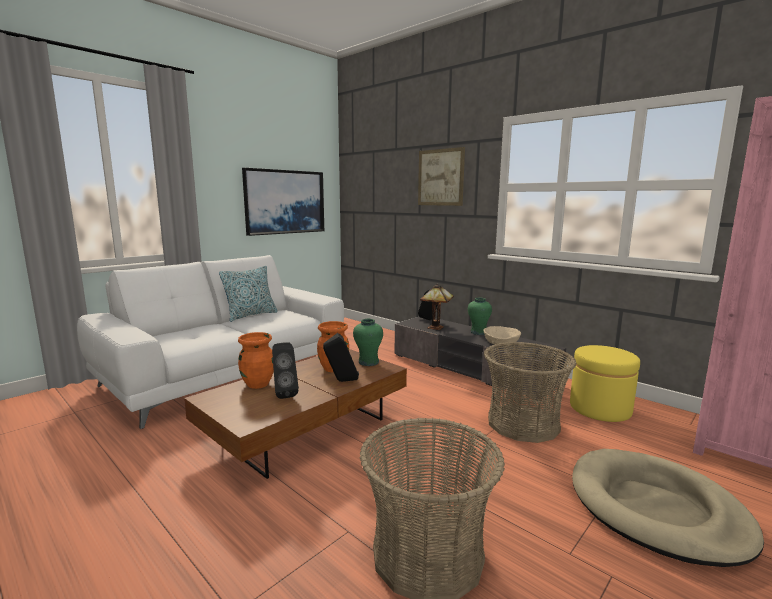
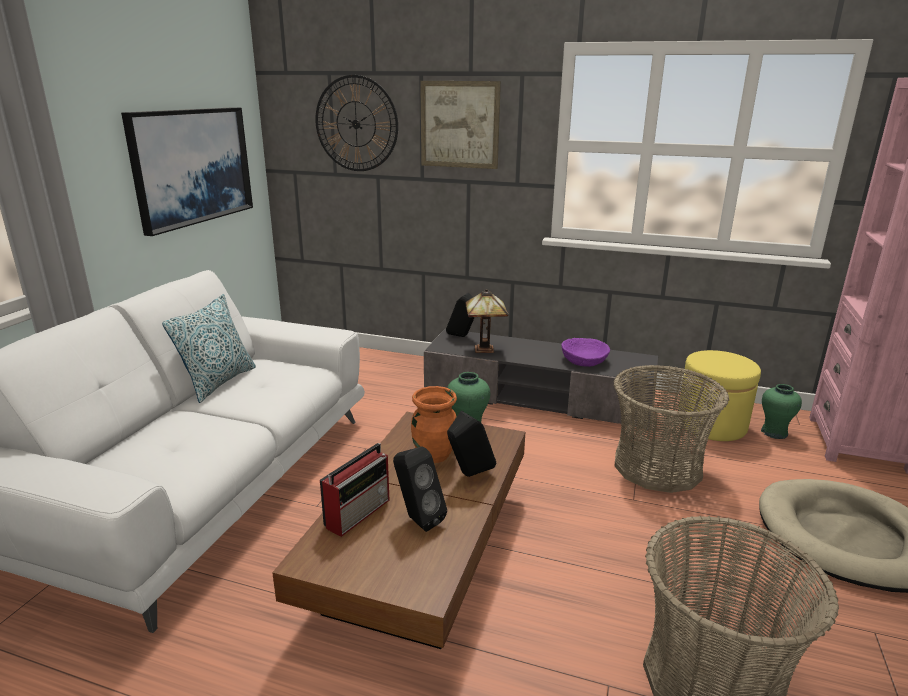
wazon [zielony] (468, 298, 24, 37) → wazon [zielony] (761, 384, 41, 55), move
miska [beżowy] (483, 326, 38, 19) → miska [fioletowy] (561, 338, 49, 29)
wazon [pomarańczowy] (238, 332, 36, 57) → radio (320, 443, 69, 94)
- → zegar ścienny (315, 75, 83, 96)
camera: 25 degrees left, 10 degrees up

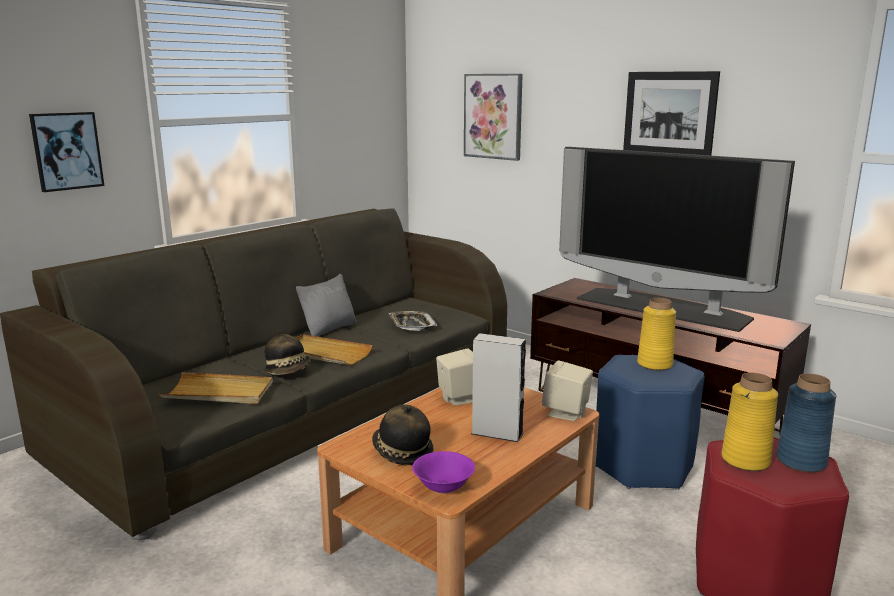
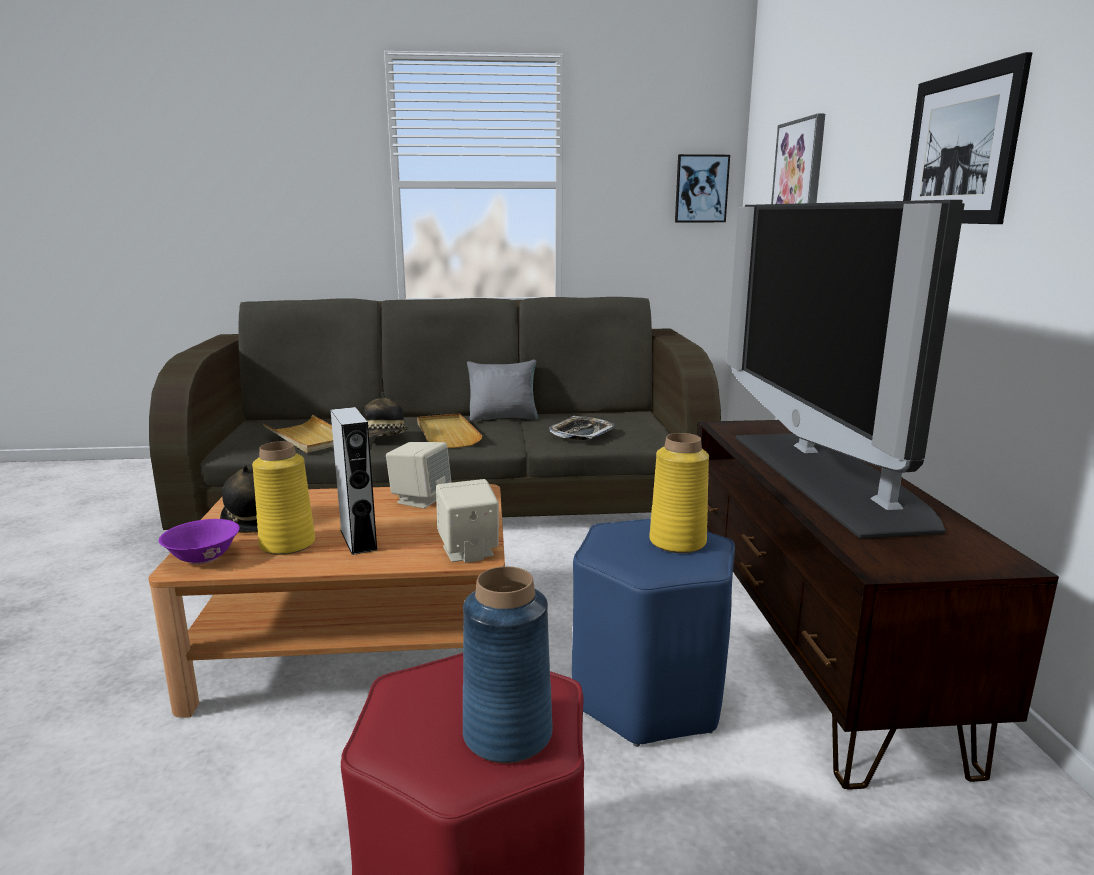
obraz (29, 112, 76, 80) → obraz (675, 154, 55, 68), move
wazon [żółty] (721, 373, 57, 98) → wazon [żółty] (252, 441, 63, 114), move
camera: 45 degrees right, 0 degrees up

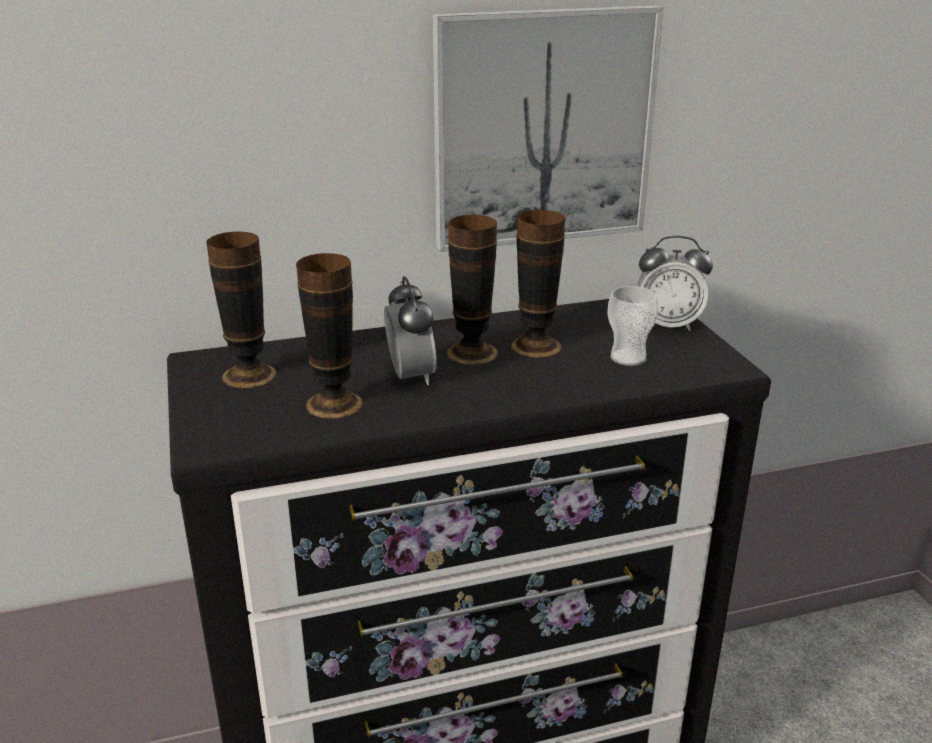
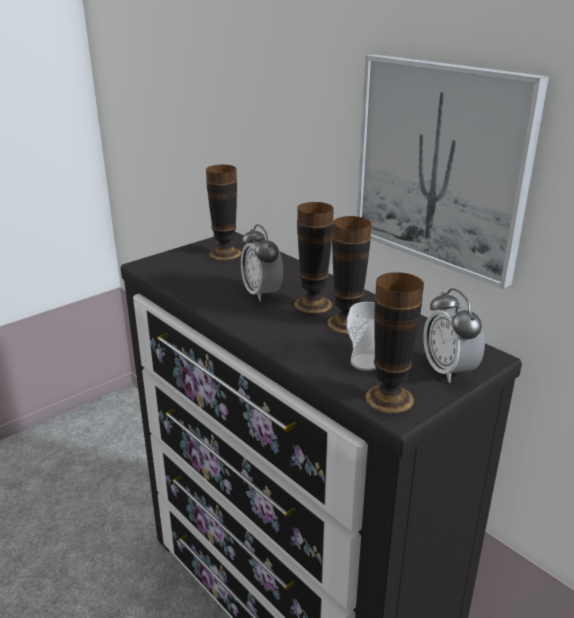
wazon (296, 253, 67, 166) → wazon (365, 272, 59, 141), move
budzik (384, 276, 53, 109) → budzik (241, 224, 42, 77), 105 degrees clockwise
camera: 65 degrees right, 0 degrees up

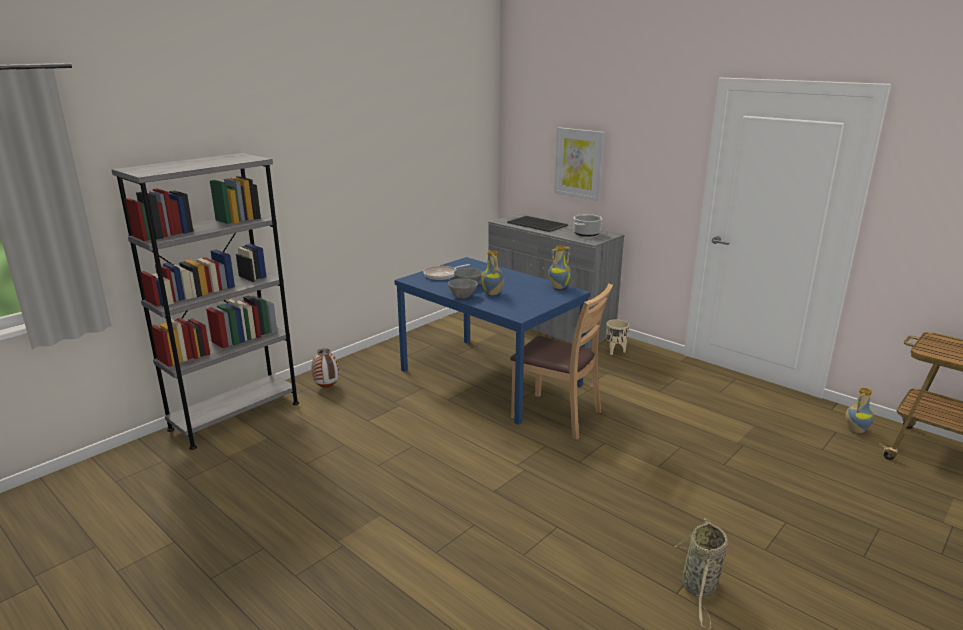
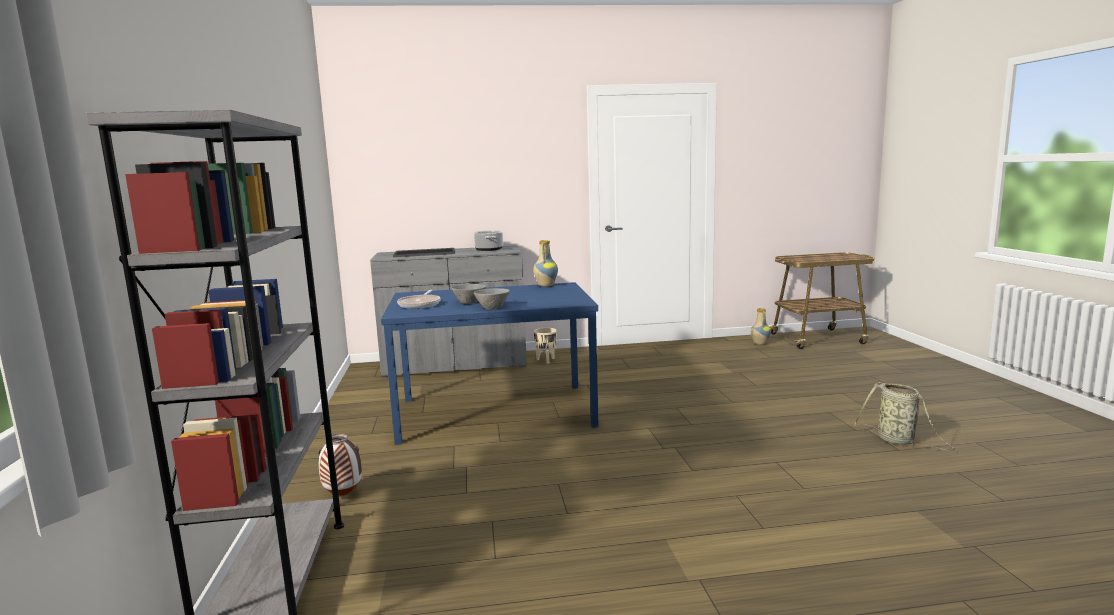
obraz (554, 127, 51, 74) → -
wazon (481, 250, 23, 45) → -
krzesło [brązowy] (510, 283, 103, 157) → -
camera: 50 degrees left, 10 degrees down

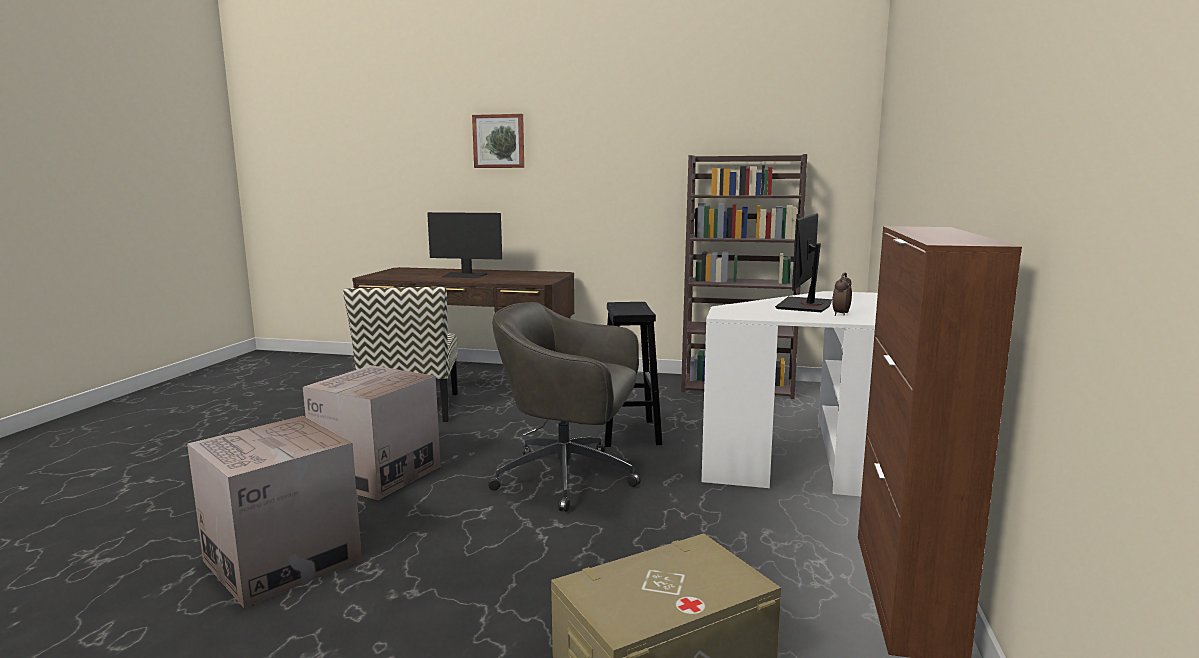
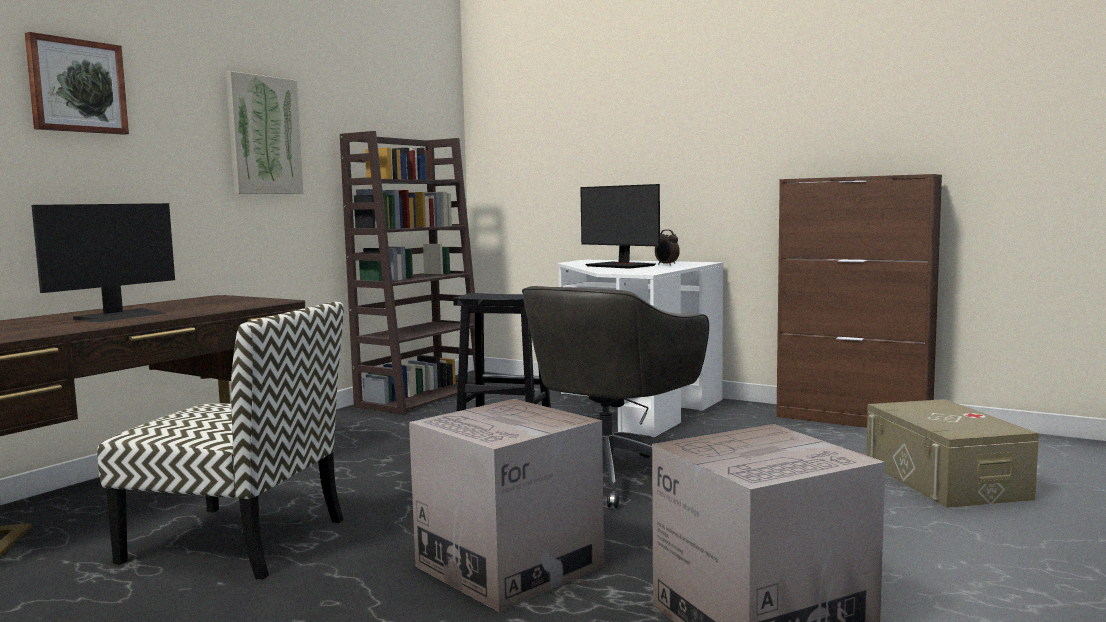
- → obraz (226, 71, 78, 123)
camera: 70 degrees left, 5 degrees down

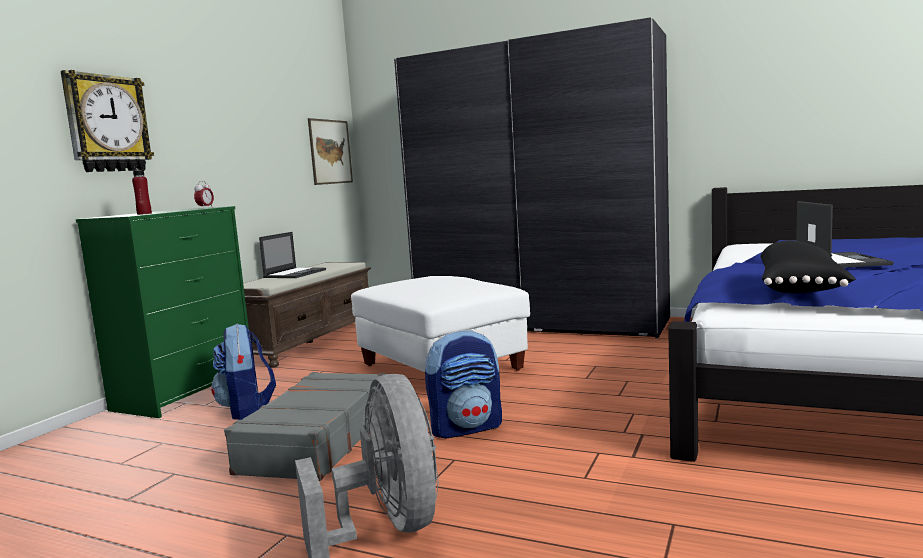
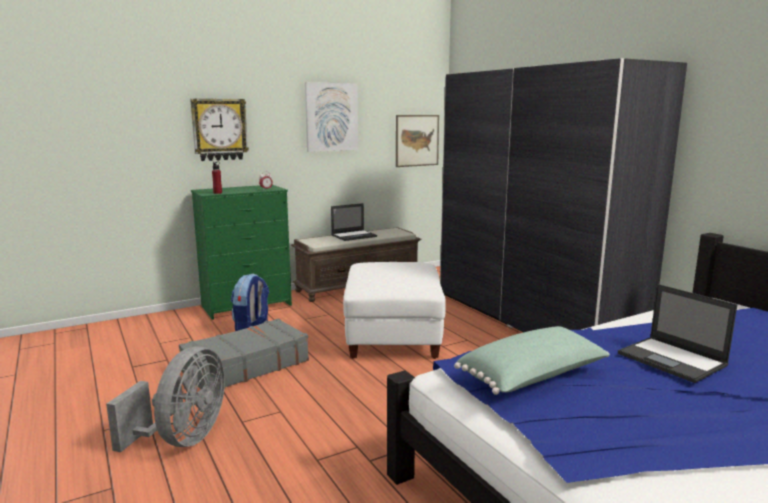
laptop (796, 201, 97, 67) → laptop (618, 284, 120, 99), 105 degrees clockwise
poduszka [czarny] (760, 240, 96, 53) → poduszka [zielony] (454, 326, 156, 69)
plecak (425, 329, 77, 109) → -
- → obraz (305, 82, 53, 70)
camera: 35 degrees right, 5 degrees up

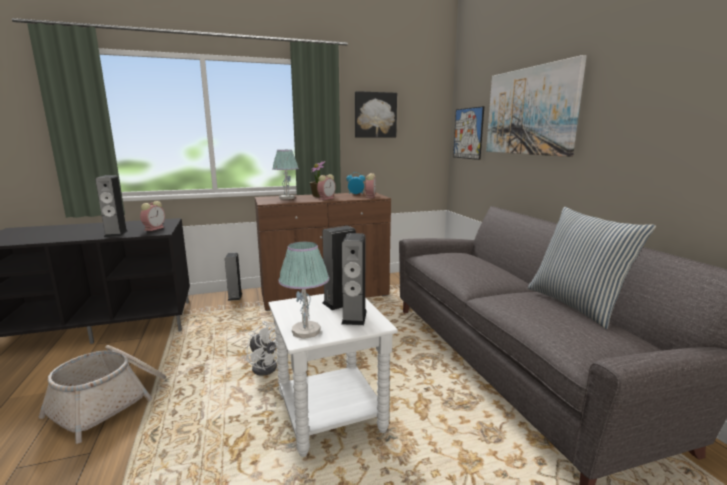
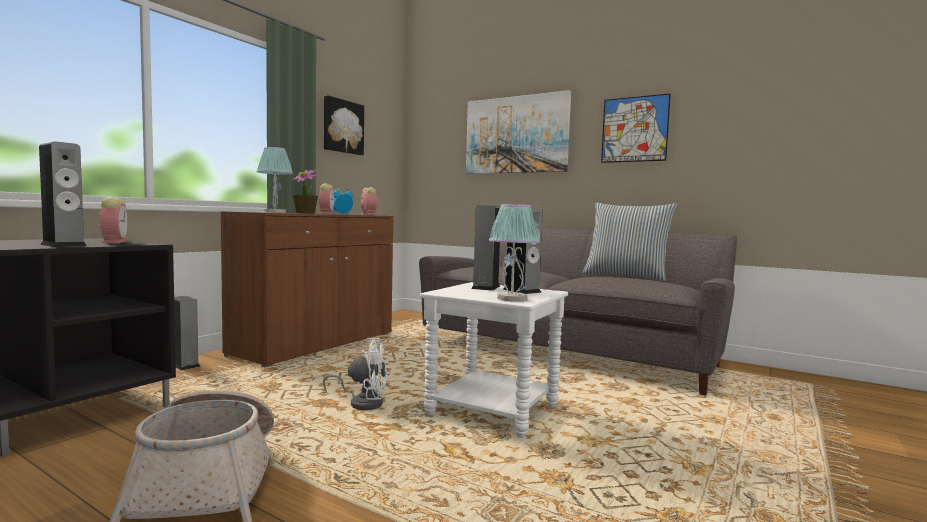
obraz (453, 106, 31, 54) → obraz (601, 93, 70, 70), move
camera: 40 degrees left, 10 degrees down

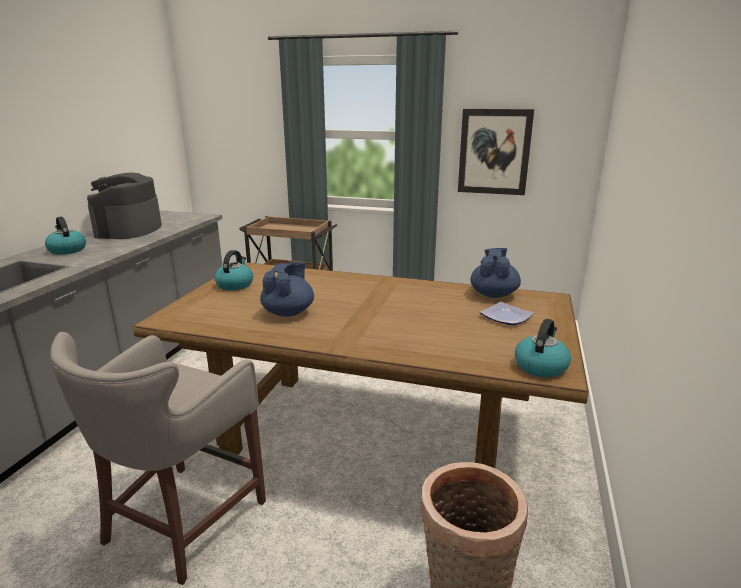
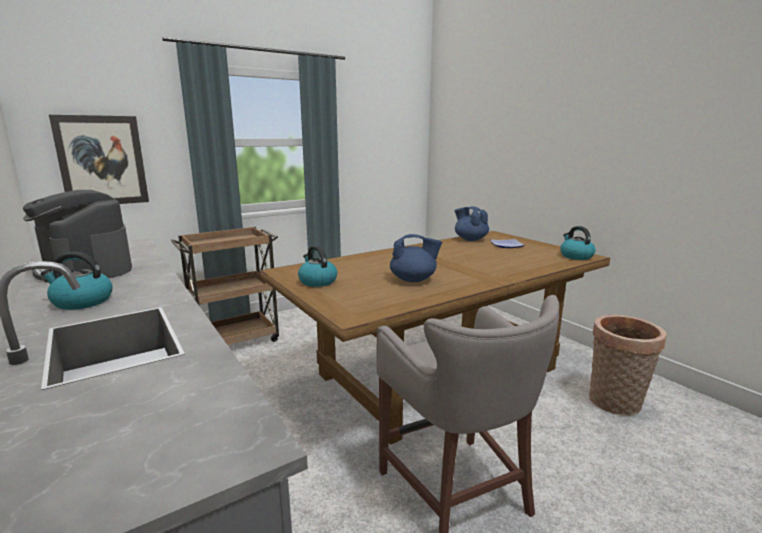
obraz (458, 109, 76, 86) → obraz (49, 115, 100, 89), move
imbryk [niebieski] (260, 262, 54, 55) → imbryk [niebieski] (390, 234, 52, 48), 120 degrees clockwise
camera: 50 degrees left, 5 degrees down

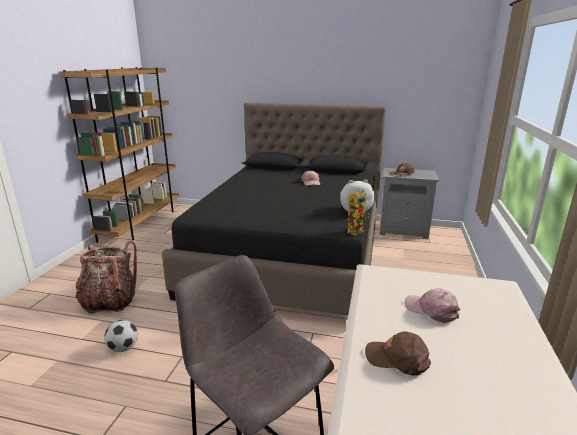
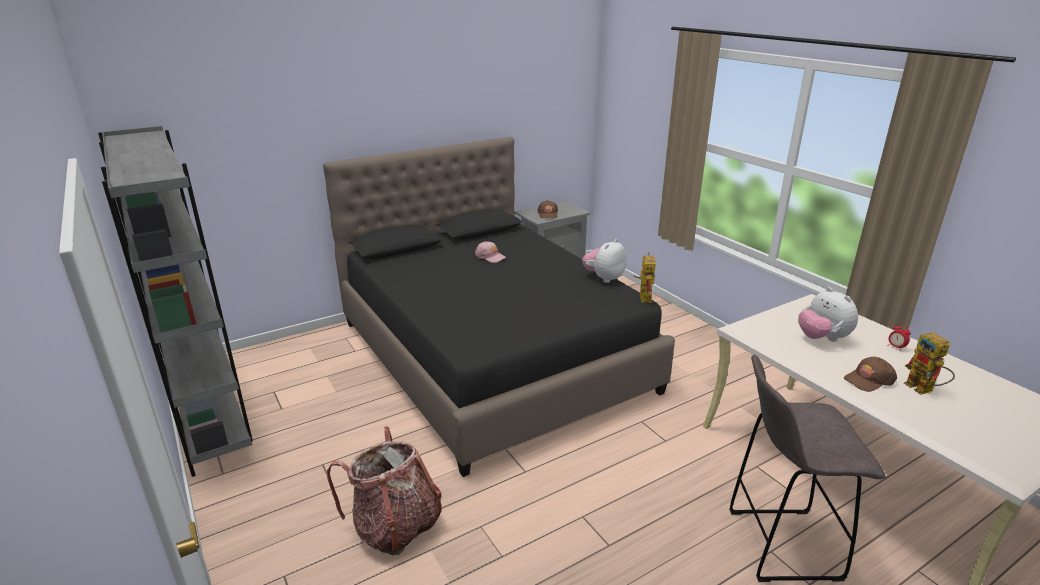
regał [brązowy] (59, 67, 120, 176) → regał [szary] (98, 126, 155, 351)
czapka z daszkiem [różowy] (404, 288, 56, 35) → pluszak (798, 287, 60, 55)
piłka futbolowa (104, 320, 34, 32) → -
- → budzik (887, 323, 24, 25)
- → robot zabawkowy (904, 332, 51, 63)
camera: 45 degrees left, 5 degrees up

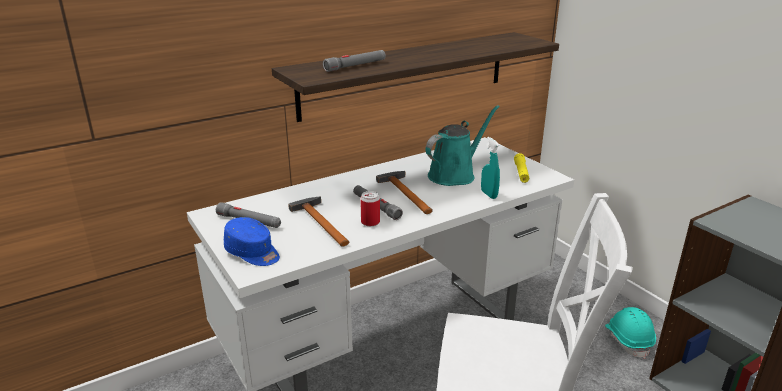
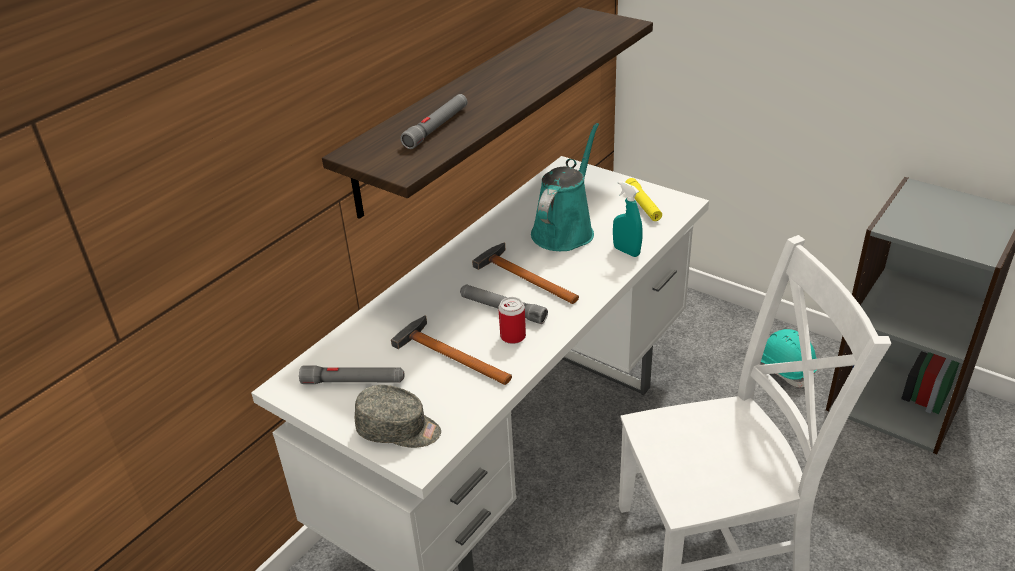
czapka z daszkiem [niebieski] (224, 217, 56, 49) → czapka z daszkiem [szary] (354, 385, 87, 63)
camera: 20 degrees left, 10 degrees up

